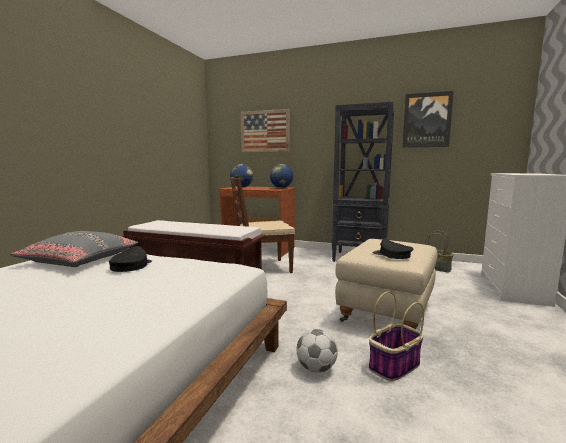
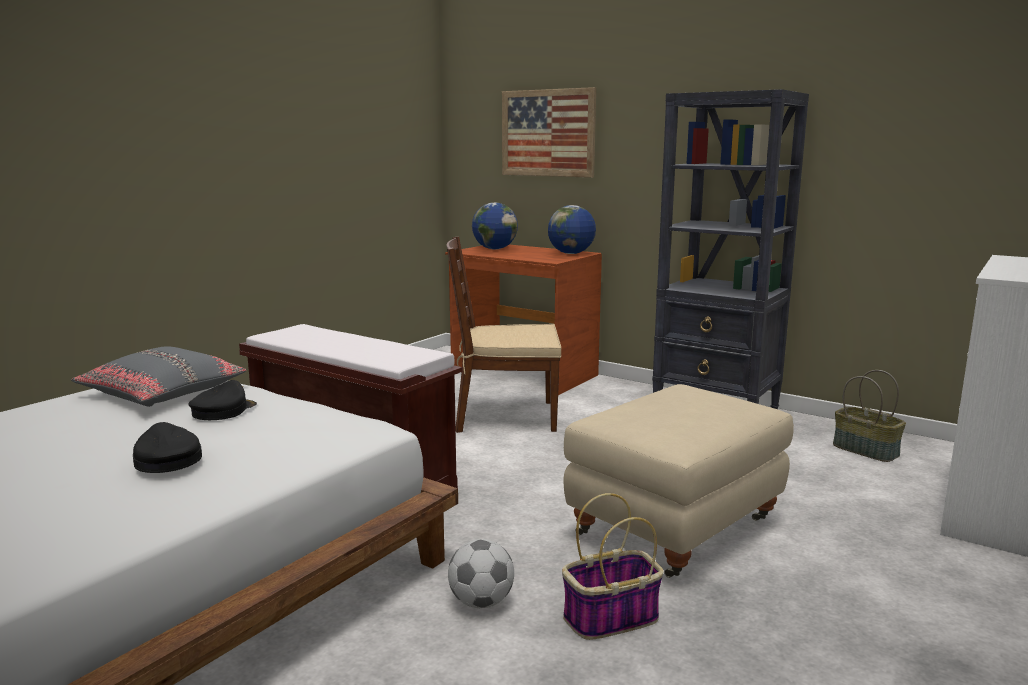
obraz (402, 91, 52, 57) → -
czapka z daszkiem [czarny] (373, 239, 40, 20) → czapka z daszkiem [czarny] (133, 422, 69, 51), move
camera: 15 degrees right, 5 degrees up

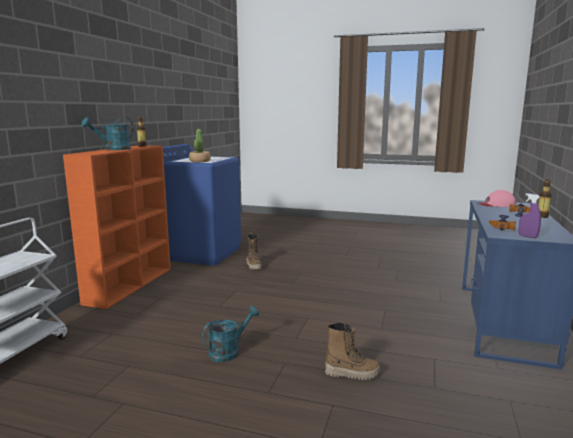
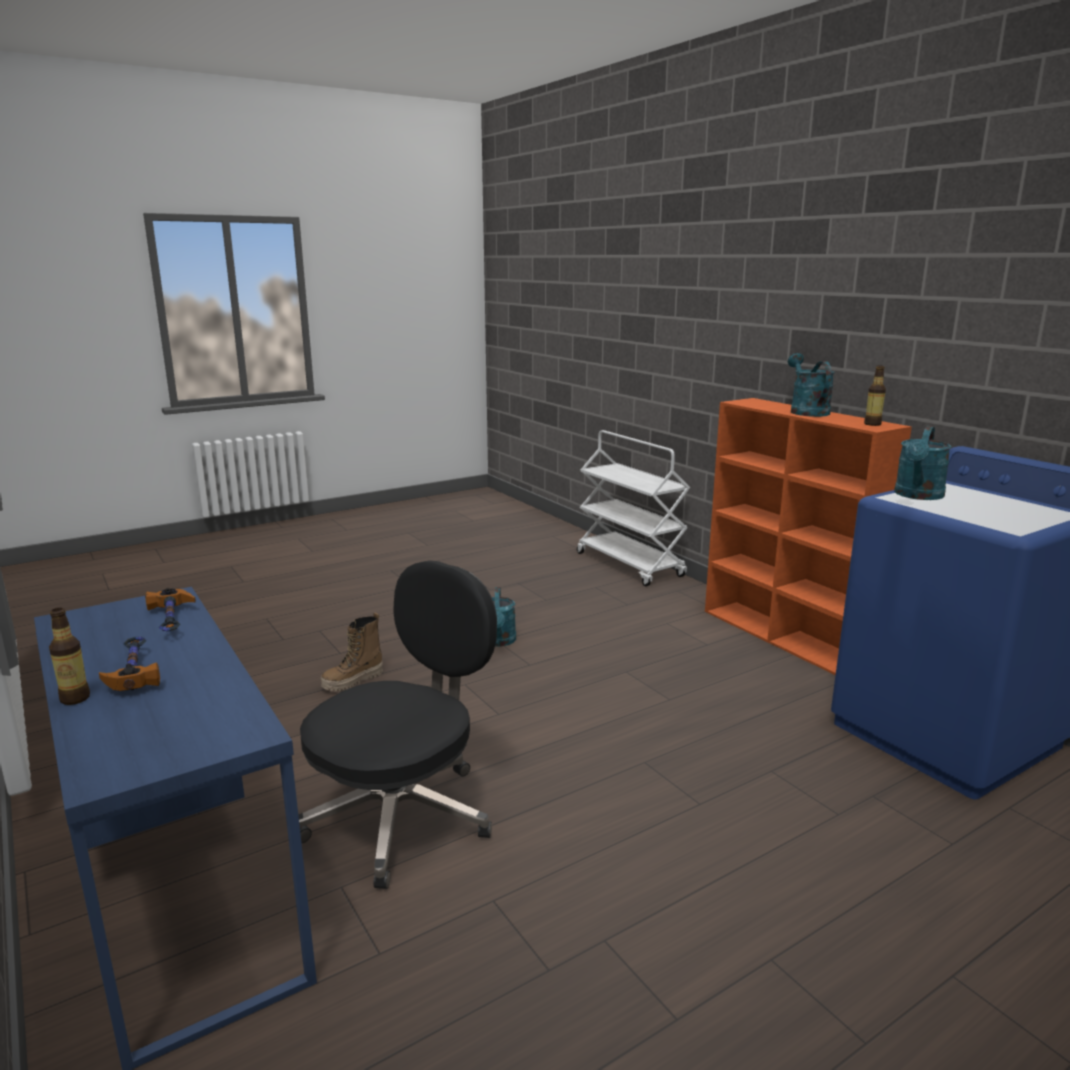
roślina doniczkowa (189, 129, 22, 33) → konewka [turkusowy] (894, 426, 58, 74)
czapka z daszkiem [różowy] (478, 190, 38, 17) → -
spryskiwacz [fioletowy] (519, 193, 22, 45) → -
but z cholewką (246, 232, 16, 38) → -
- → krzesło biurowe [czarny] (298, 560, 199, 329)
camera: 130 degrees right, 5 degrees up

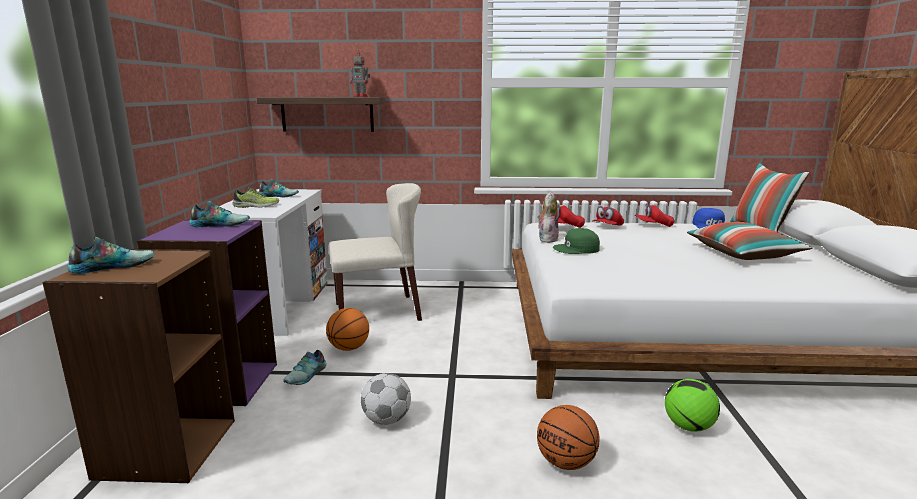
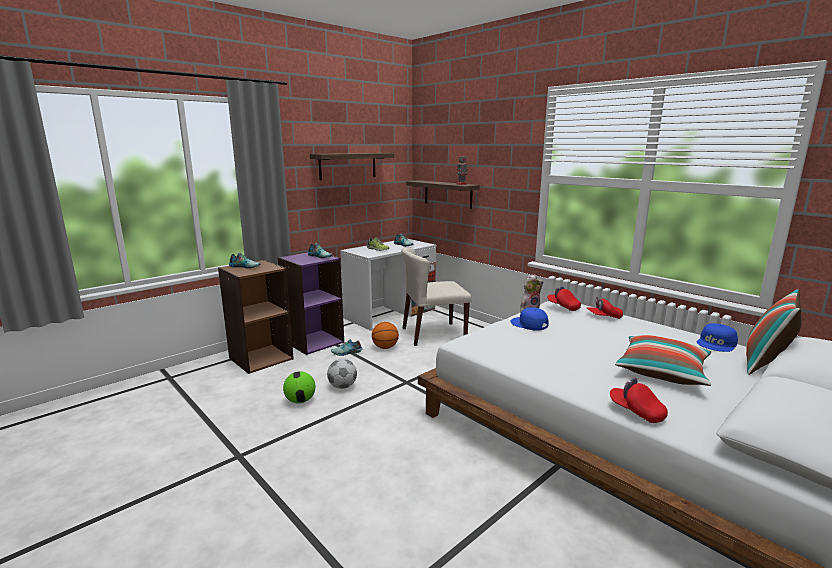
krzesło [beżowy] (328, 183, 94, 138) → krzesło [beżowy] (401, 248, 71, 98), 135 degrees clockwise
czapka z daszkiem [czerwony] (635, 203, 39, 24) → czapka z daszkiem [czerwony] (610, 378, 58, 45), move
czapka z daszkiem [zielony] (553, 228, 47, 26) → czapka z daszkiem [niebieski] (510, 307, 39, 24)
piłka futbolowa (665, 379, 55, 53) → piłka futbolowa (283, 371, 32, 32), move
piłka do koszykówki (537, 405, 63, 65) → -
- → półka (310, 153, 84, 27)
camera: 45 degrees right, 0 degrees up

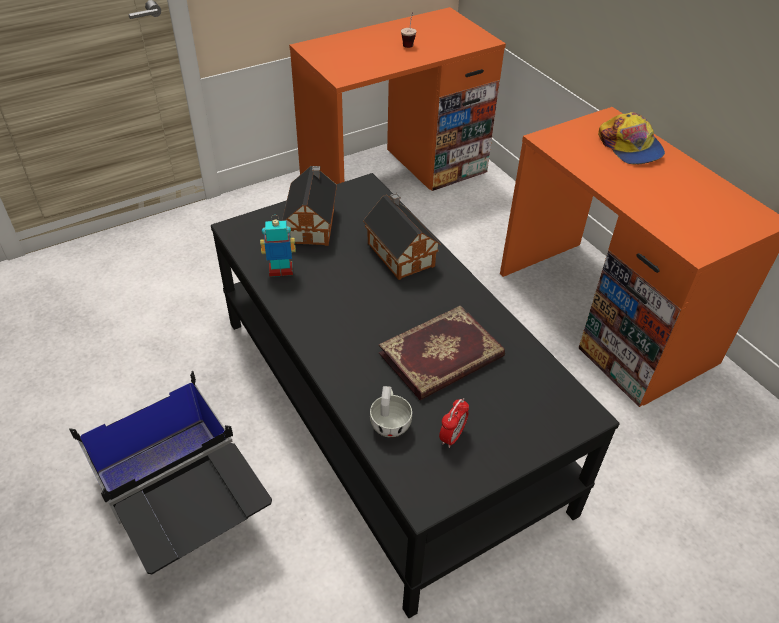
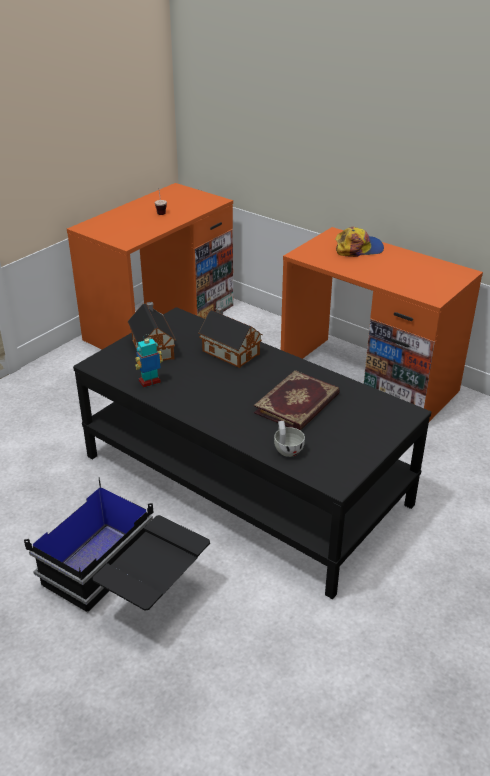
czapka z daszkiem (598, 112, 67, 52) → czapka z daszkiem (335, 227, 49, 30), 60 degrees counterclockwise
budzik (439, 398, 30, 50) → -
camera: 20 degrees left, 10 degrees down

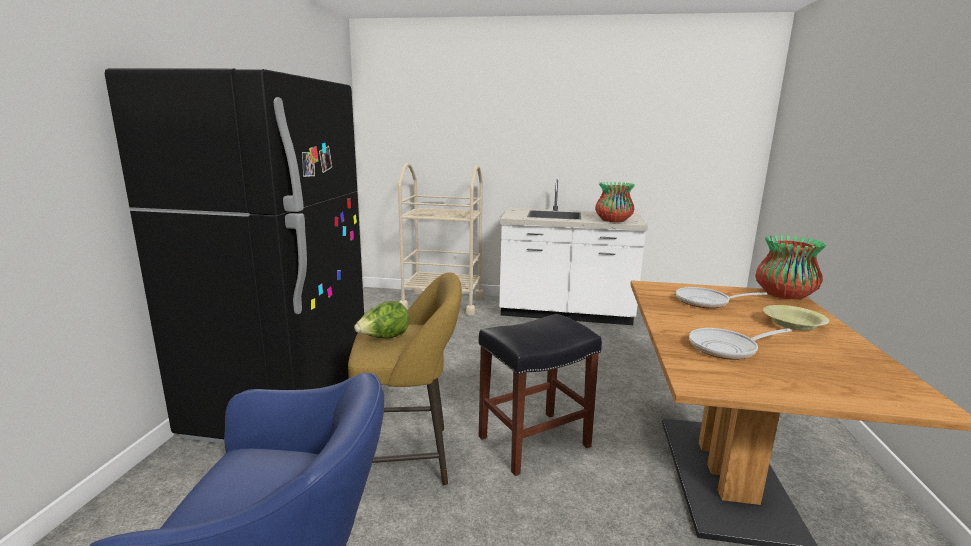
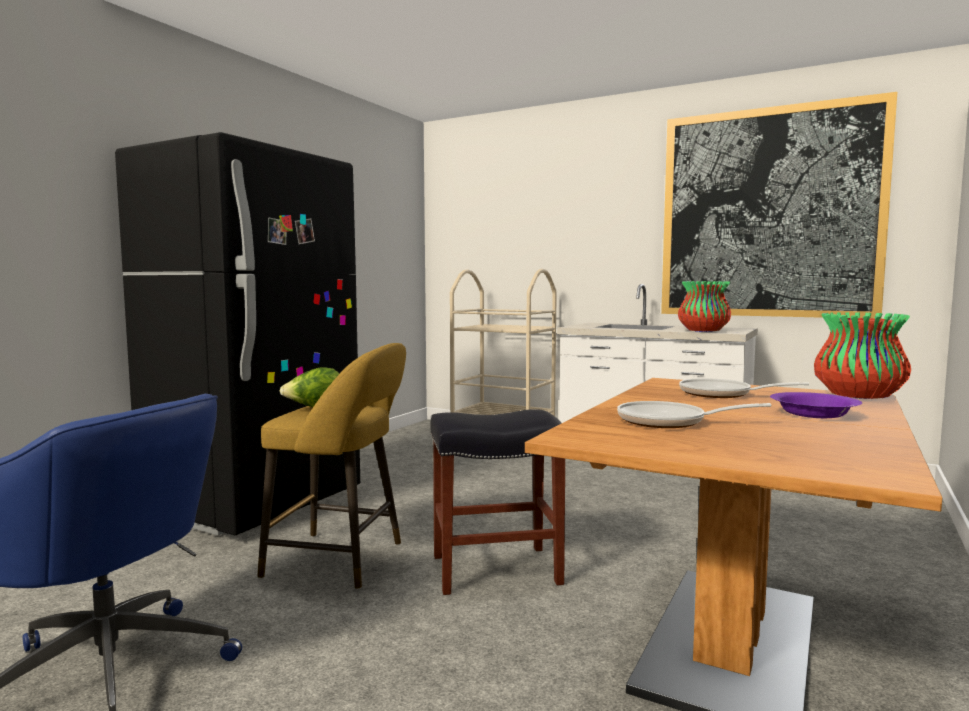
miska [żółty] (763, 305, 66, 26) → miska [fioletowy] (770, 392, 92, 26)
- → obraz (661, 92, 236, 227)
camera: 20 degrees right, 10 degrees down

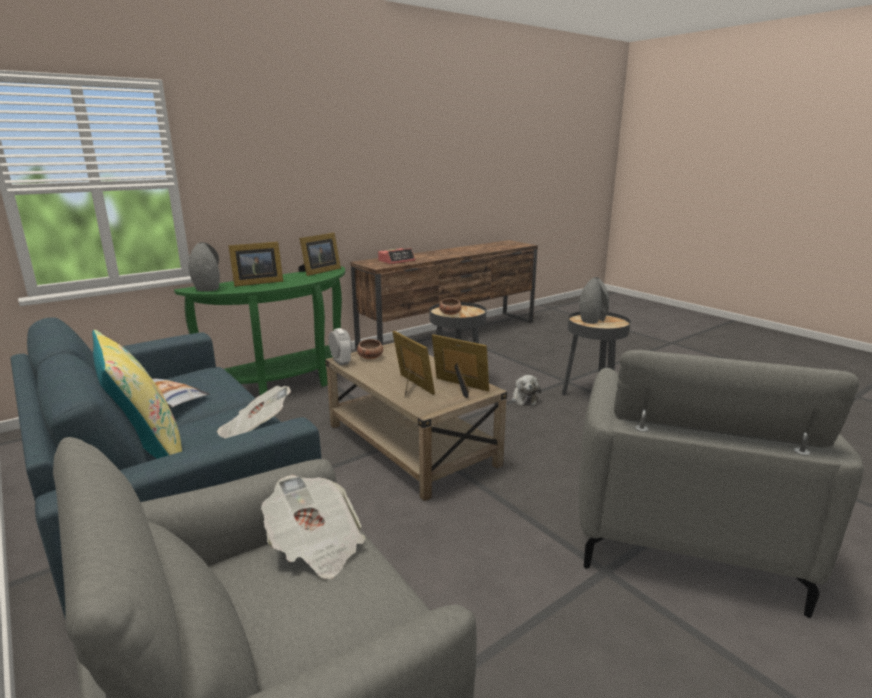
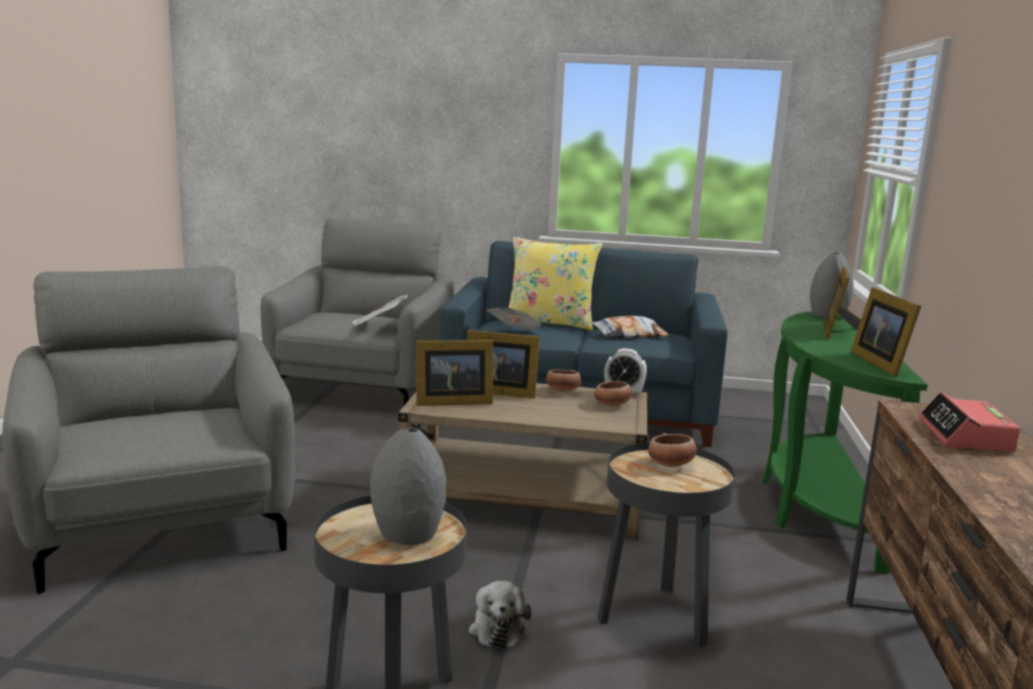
pluszak (511, 375, 30, 31) → pluszak (469, 581, 62, 67), 135 degrees counterclockwise
- → miska (546, 369, 35, 23)
camera: 135 degrees right, 5 degrees down

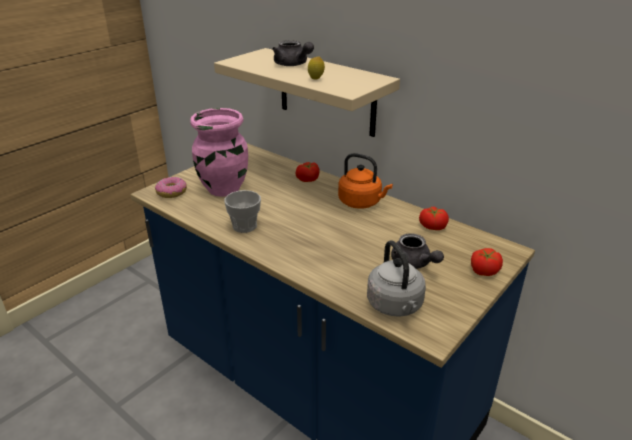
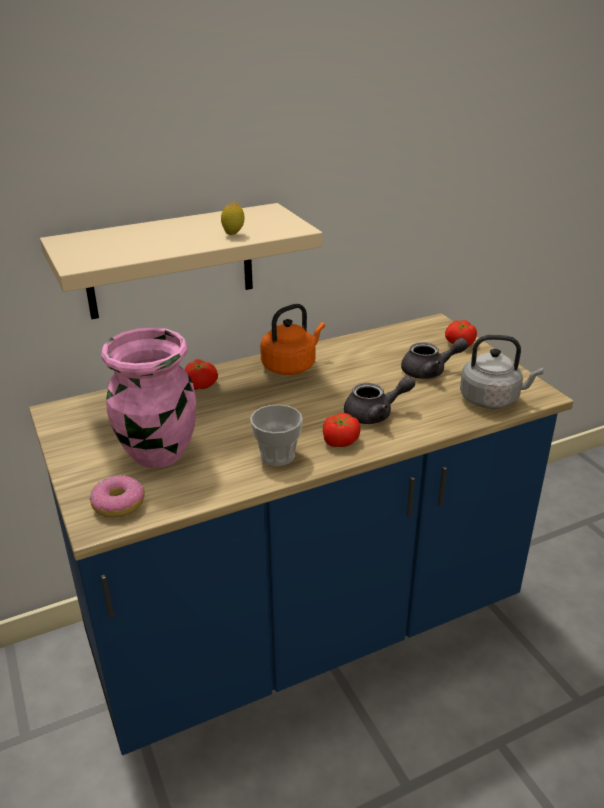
imbryk [szary] (272, 40, 42, 26) → imbryk [szary] (344, 376, 71, 48), move
pomidor (419, 207, 30, 23) → pomidor (323, 413, 38, 34), move
camera: 65 degrees left, 0 degrees up

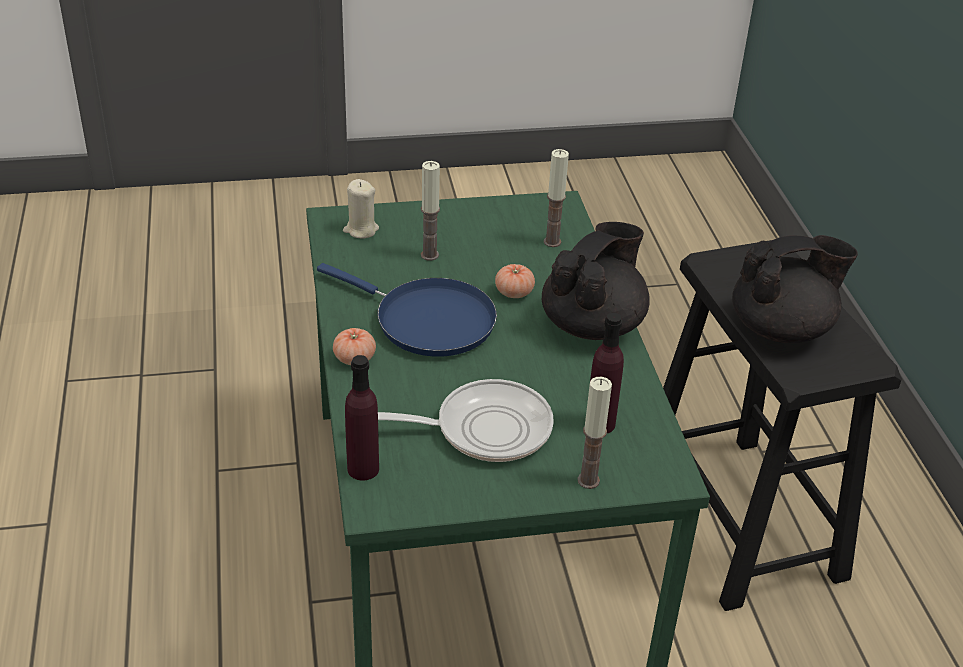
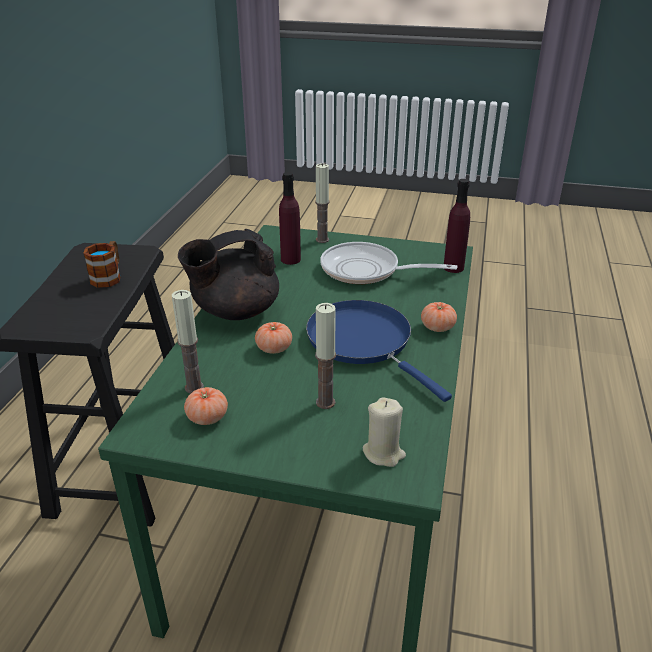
imbryk [czarny] (732, 235, 126, 108) → kubek (83, 241, 38, 47)
- → pomidor (184, 387, 44, 38)
camera: 155 degrees left, 5 degrees down

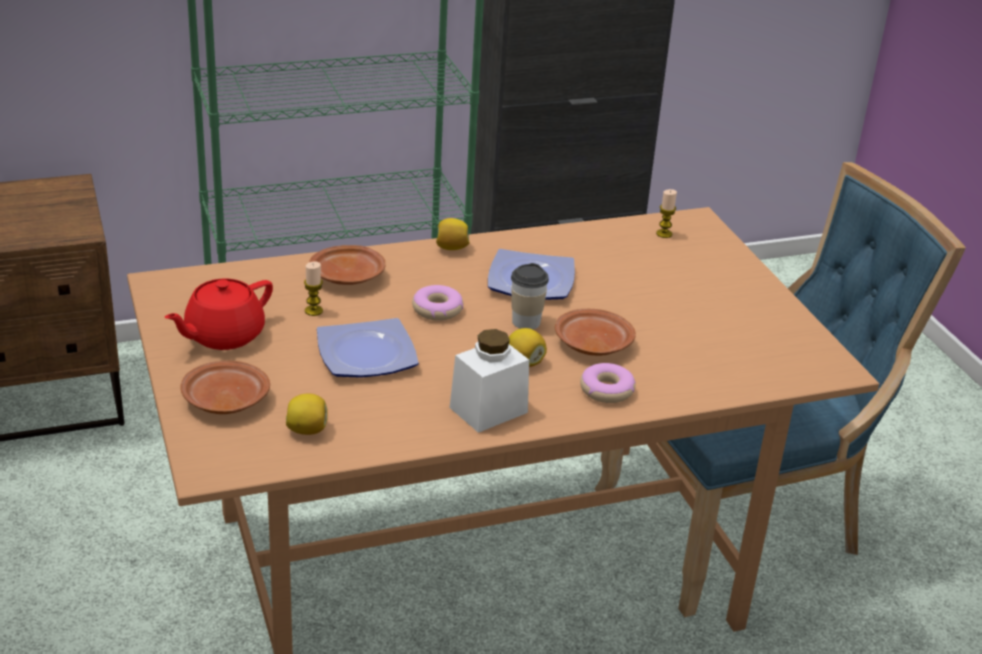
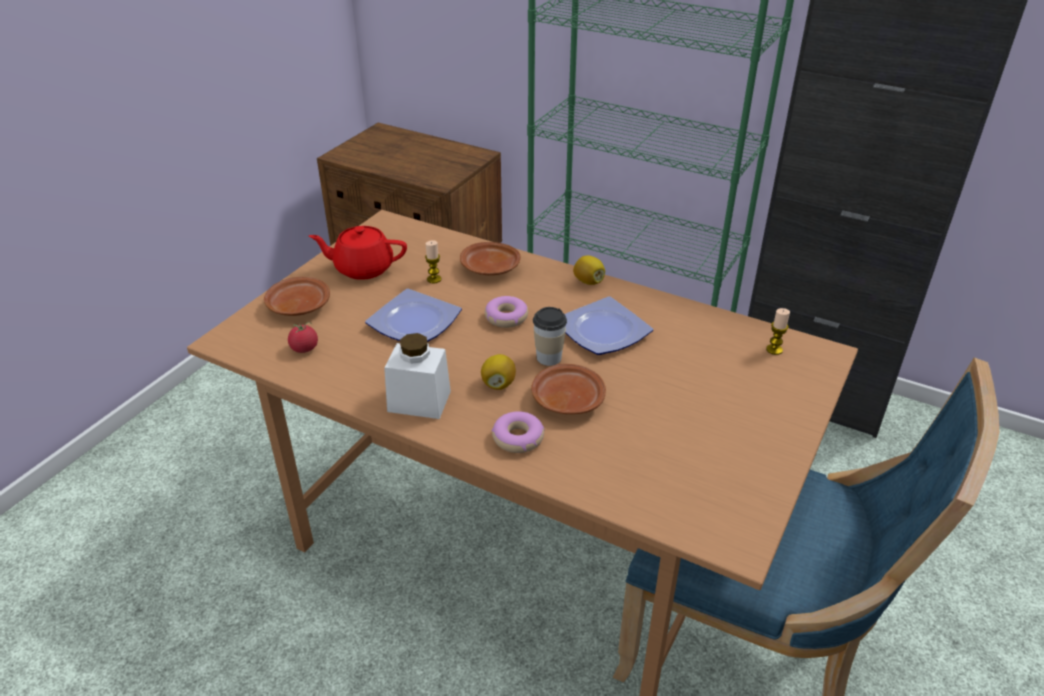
cytryna (286, 394, 42, 41) → pomidor (288, 322, 30, 31)
camera: 50 degrees right, 5 degrees up

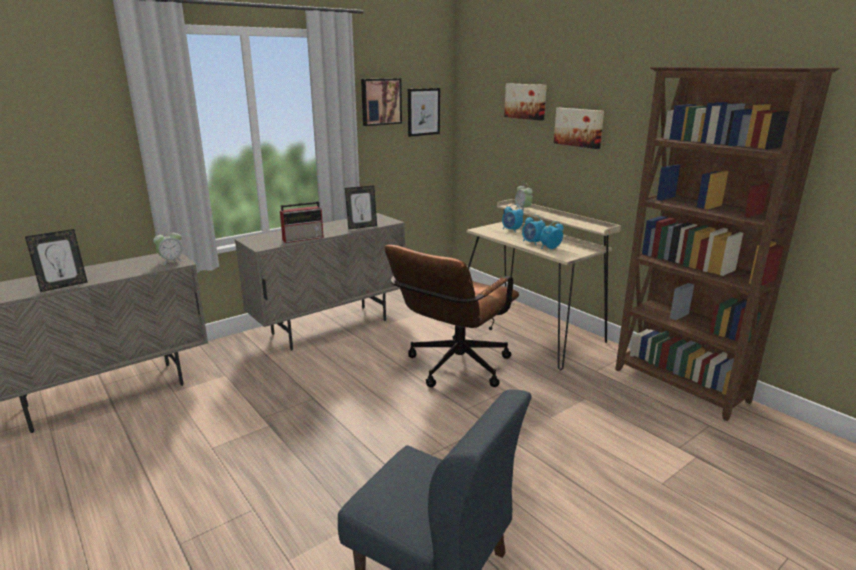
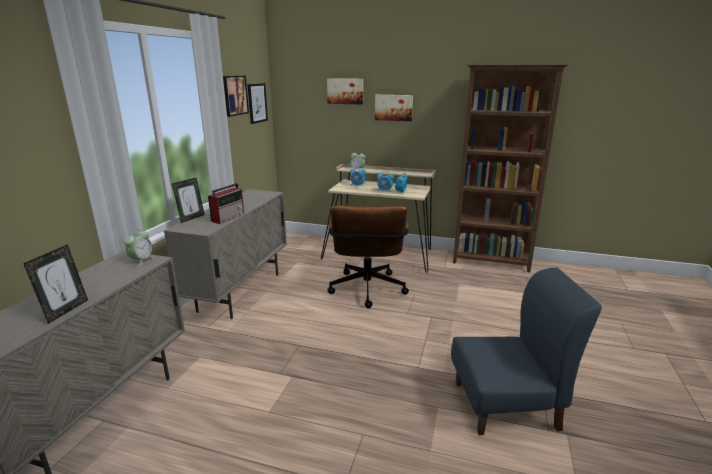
ramka na zdjęcie (345, 185, 32, 45) → ramka na zdjęcie (172, 178, 33, 45), move
camera: 35 degrees left, 0 degrees up

